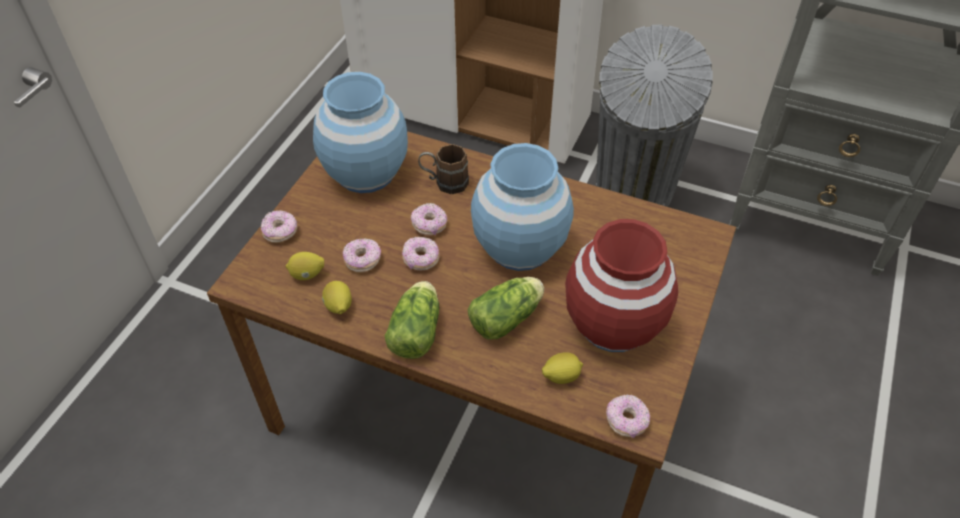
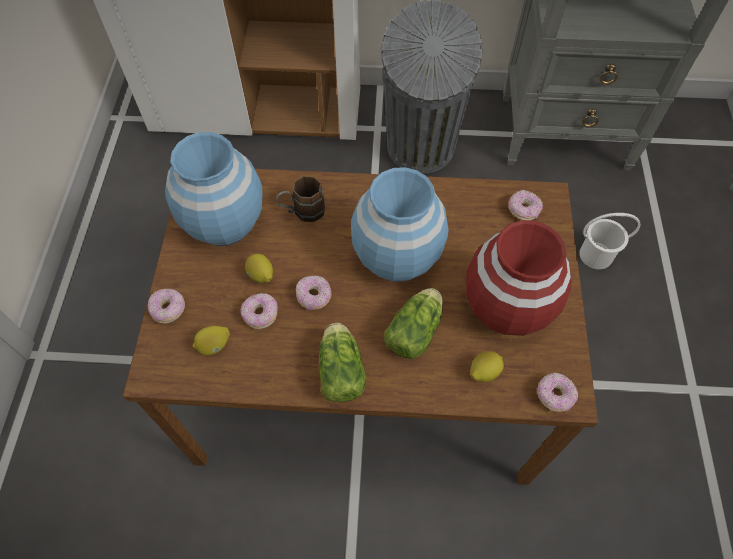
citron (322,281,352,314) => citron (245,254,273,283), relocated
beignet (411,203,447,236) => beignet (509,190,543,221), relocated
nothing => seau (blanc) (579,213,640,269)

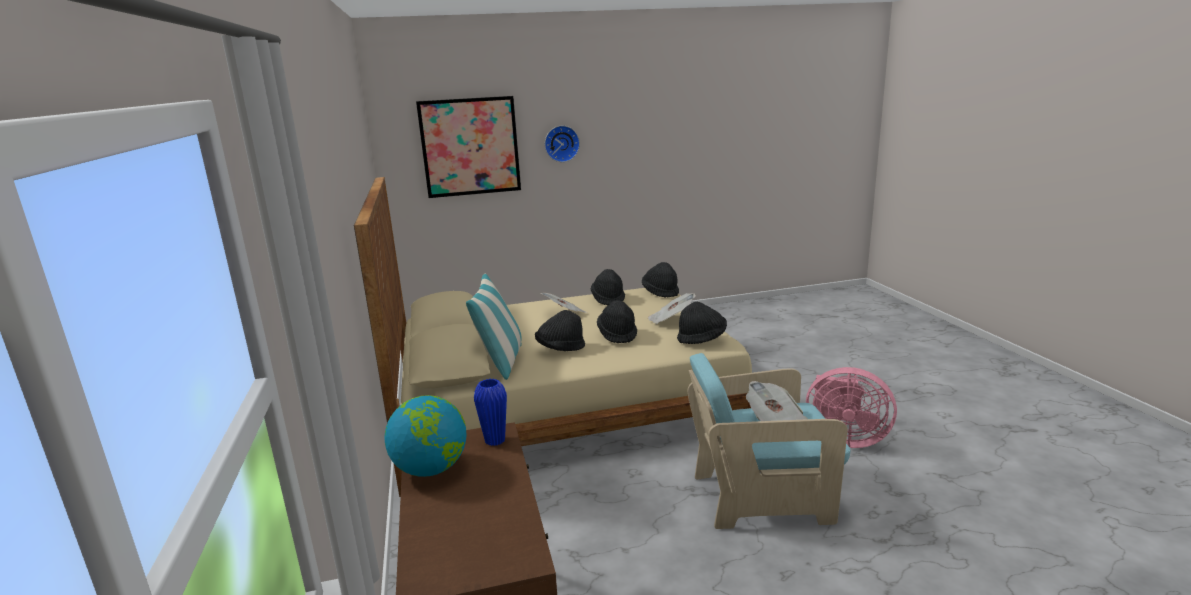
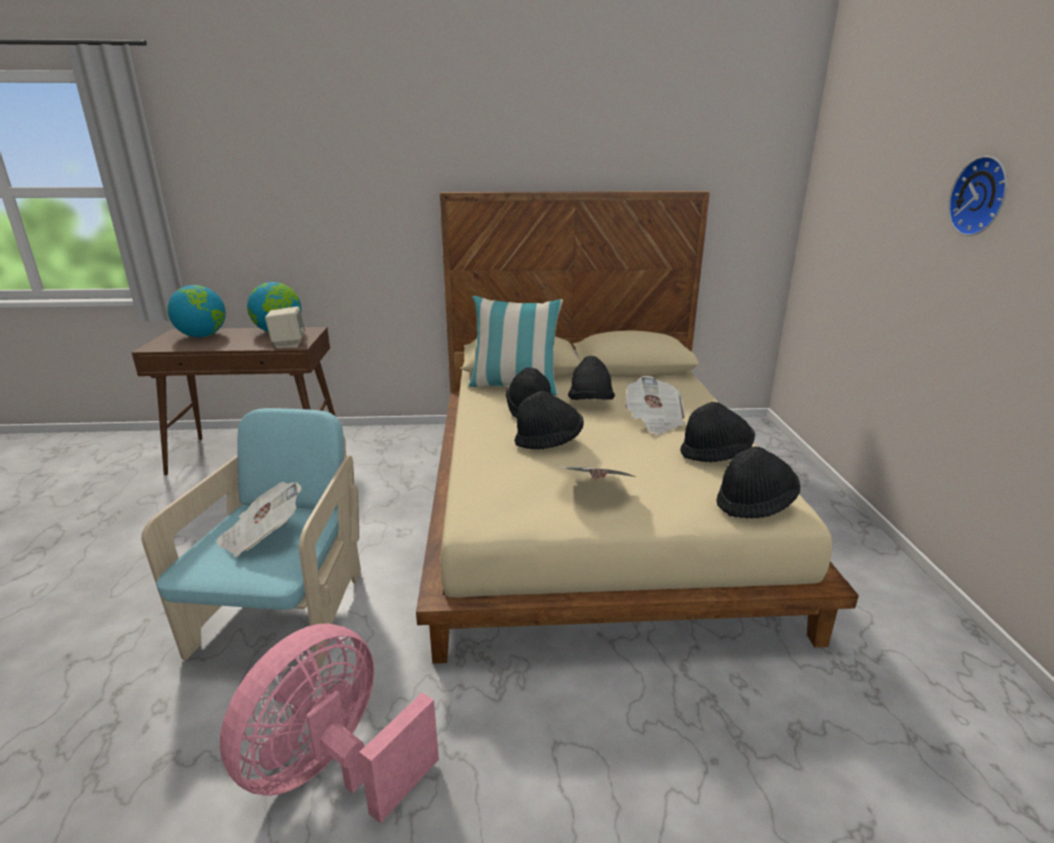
nothing => globe (167,285,226,337)
vase (bleu) (474,379,507,446) => enceinte (beige) (265,306,305,348)
chapeau (noir) (677,302,727,344) => chapeau (noir) (568,356,615,400), relocated
tableau (416,96,521,198) => nothing

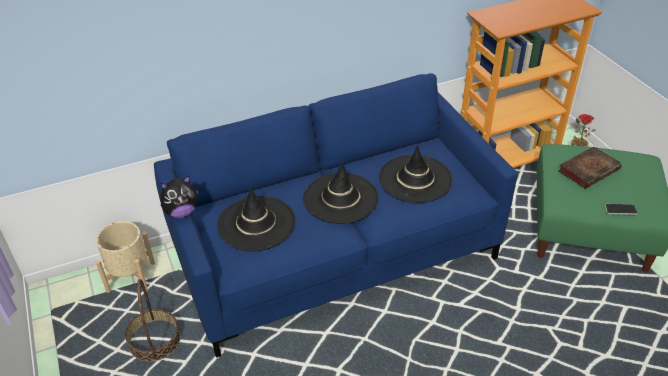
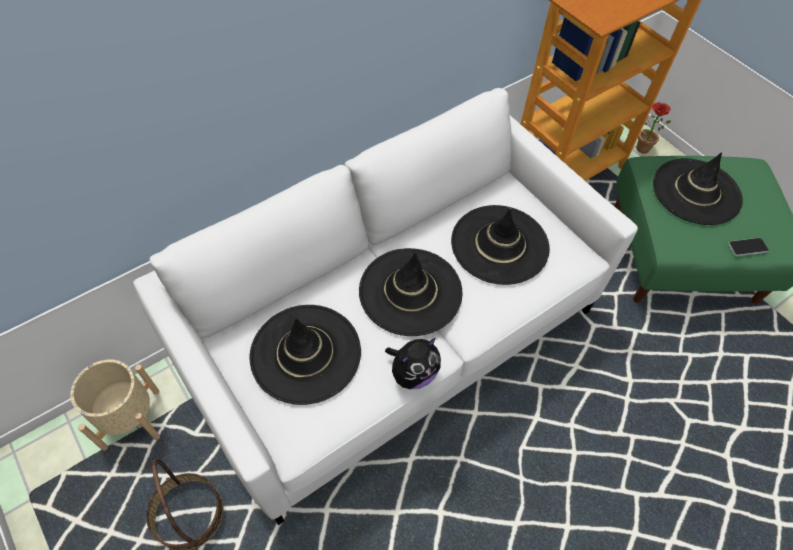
canapé (bleu) (154,73,518,358) => canapé (blanc) (133,88,638,525)
peluche (161,176,198,218) => peluche (385,338,441,389), relocated
livre (558,147,622,189) => chapeau (noir) (653,152,743,225)

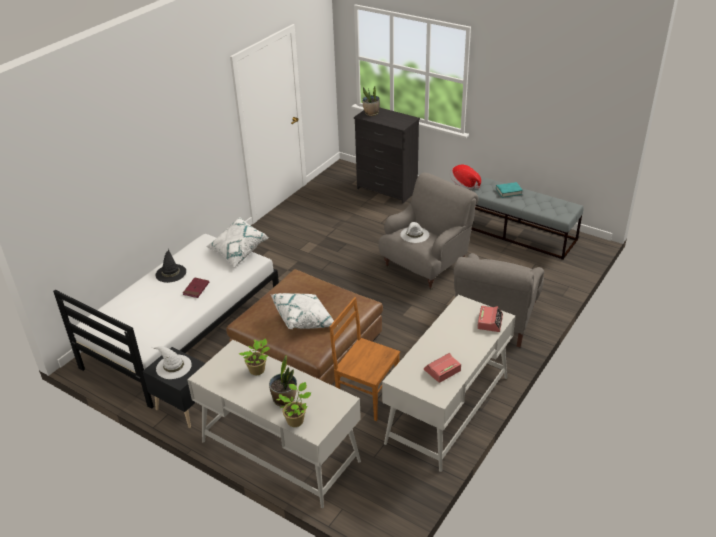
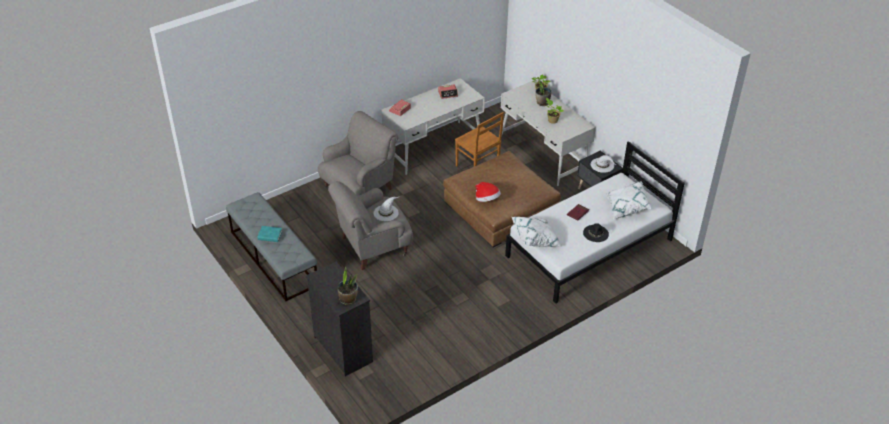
chapeau (450,164,481,190) => chapeau (475,182,501,202), relocated
coussin (blanc) (271,293,334,329) => coussin (blanc) (605,181,651,220), relocated

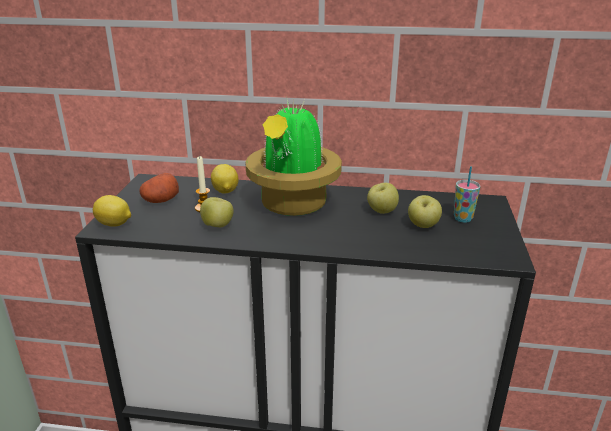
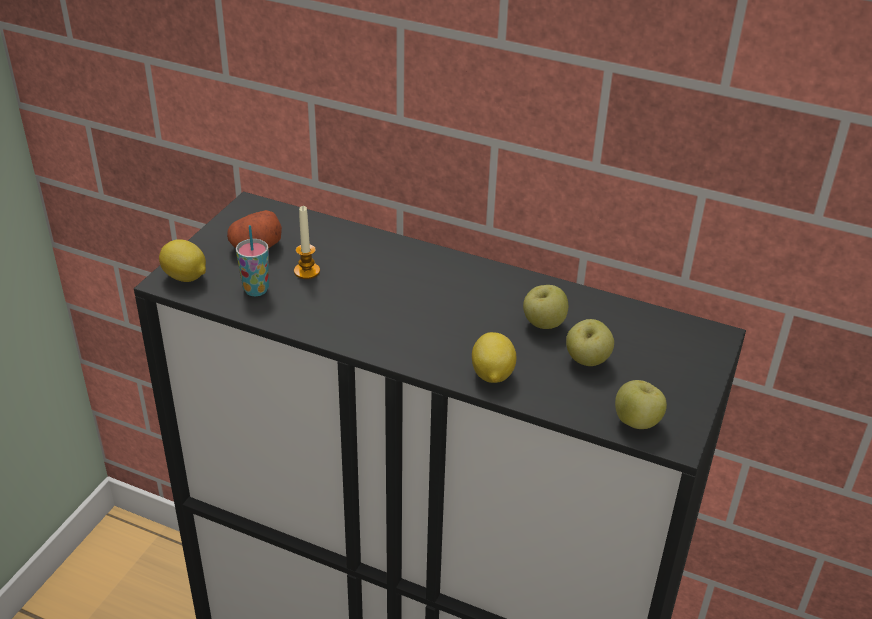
tasse (454,166,481,223) => tasse (236,225,269,296), relocated
citron (211,164,239,194) => citron (472,332,516,383), relocated
pomme (200,197,234,227) => pomme (615,380,667,429), relocated
plante en pot (245,100,342,216) => nothing

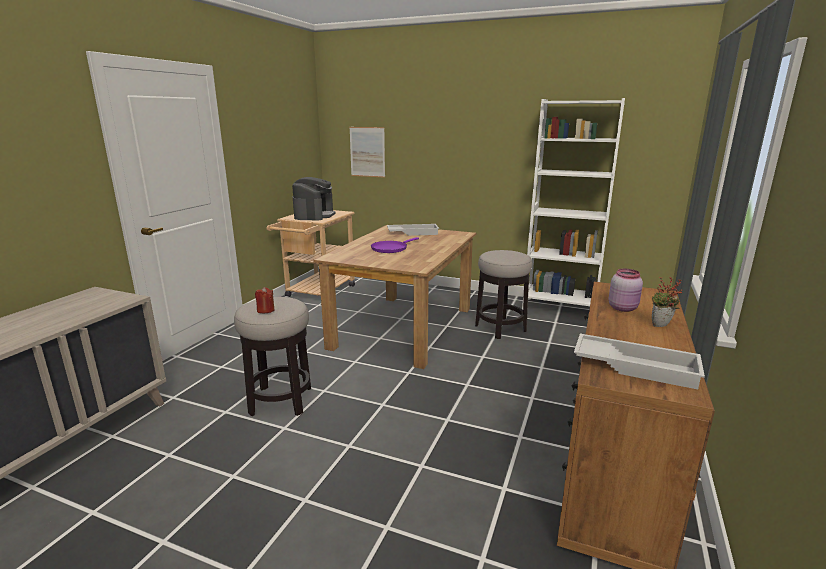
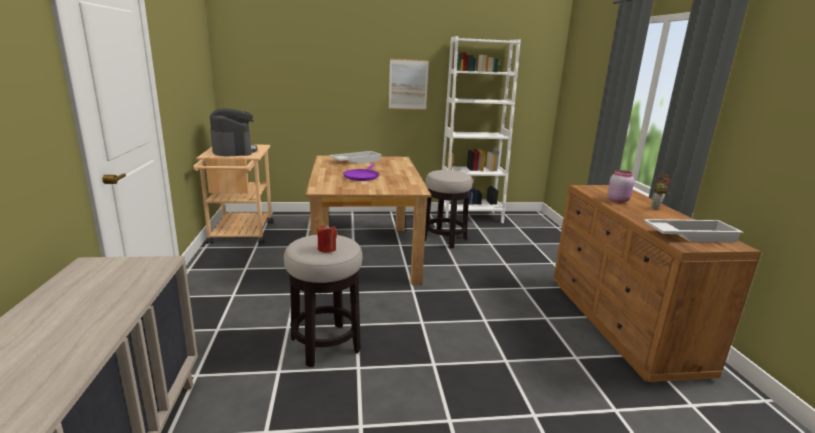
tableau (349,127,385,178) => tableau (389,58,429,110), relocated

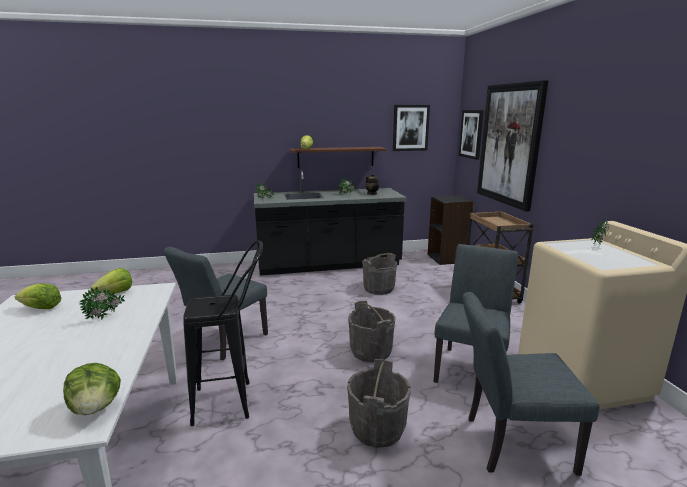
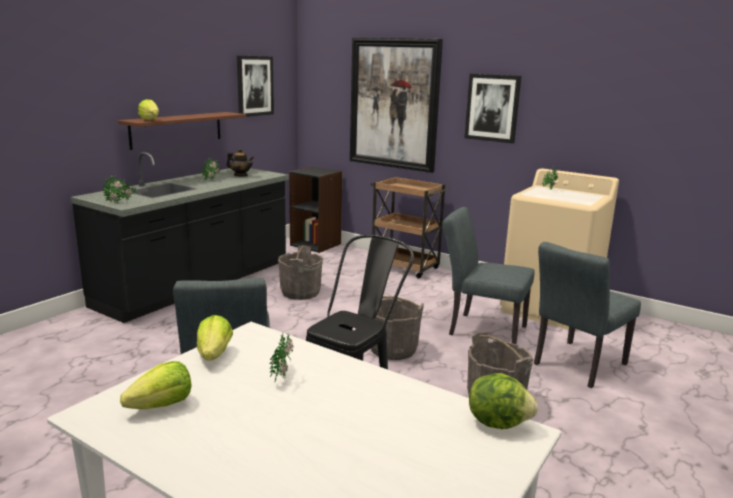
chaise (gris) (434,244,518,383) => chaise (gris) (443,207,535,344), 45 degrees counterclockwise
tableau (459,110,484,160) => tableau (464,74,521,143), relocated

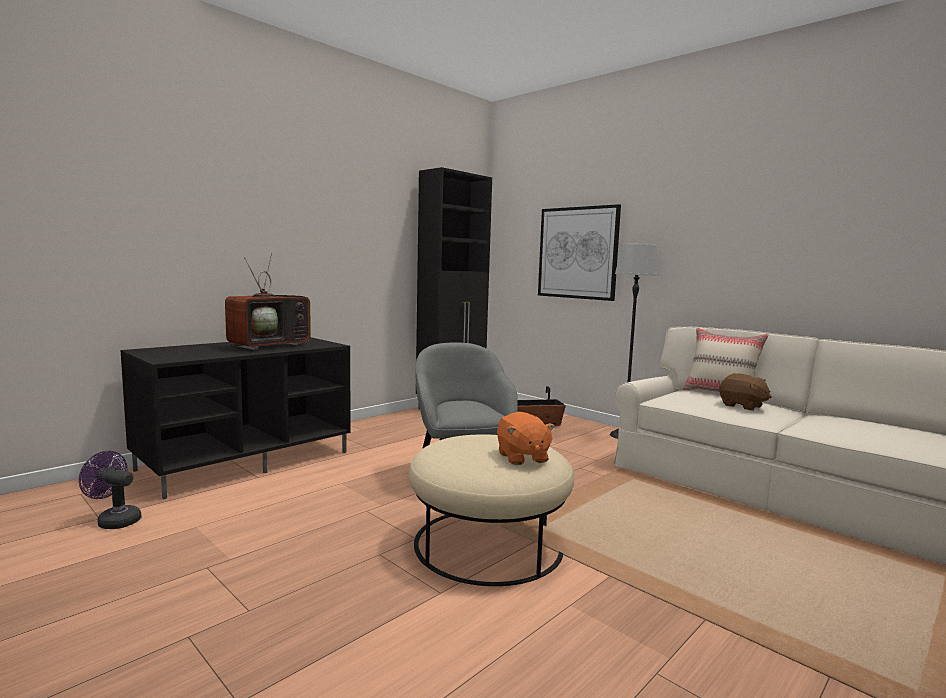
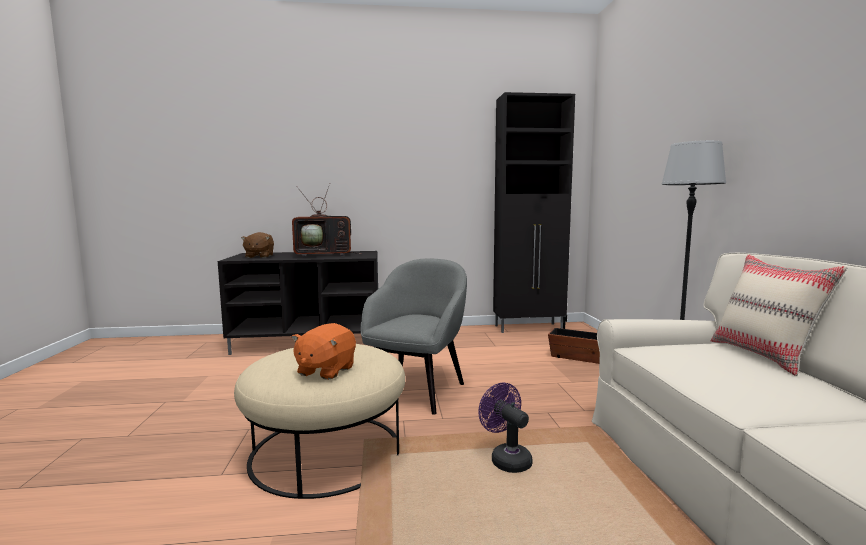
peluche (marron) (719,373,772,411) => peluche (marron) (241,232,274,258), relocated
ventilateur (violet) (79,451,141,529) => ventilateur (violet) (478,383,532,473), relocated
tableau (538,204,621,301) => nothing

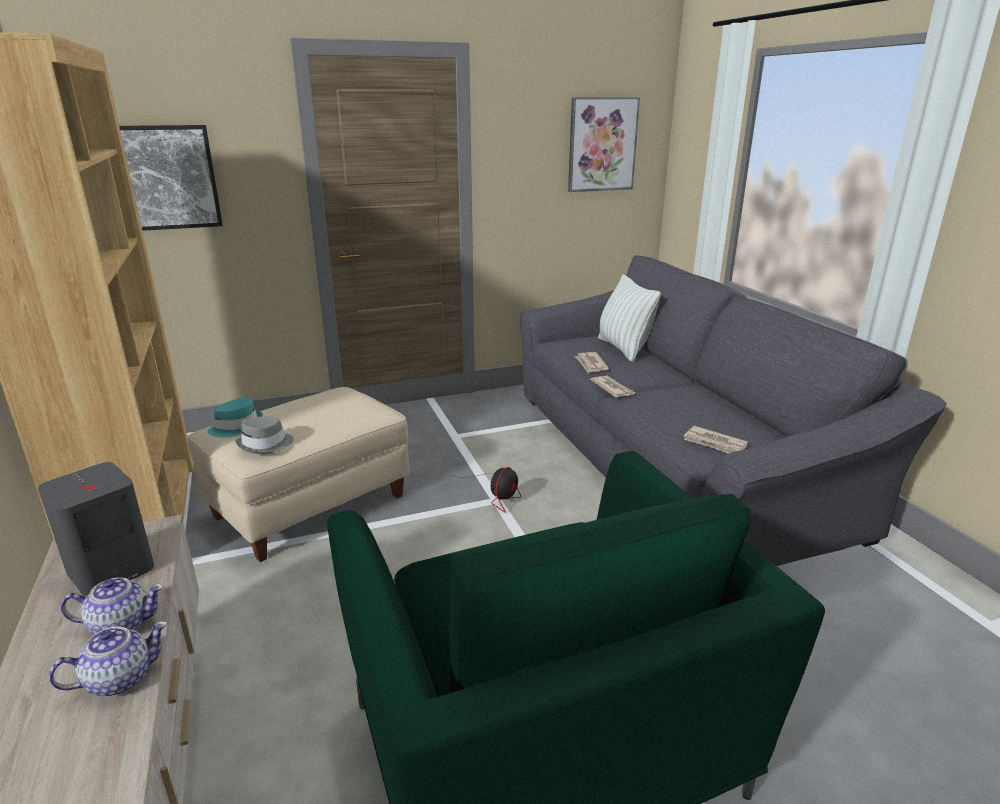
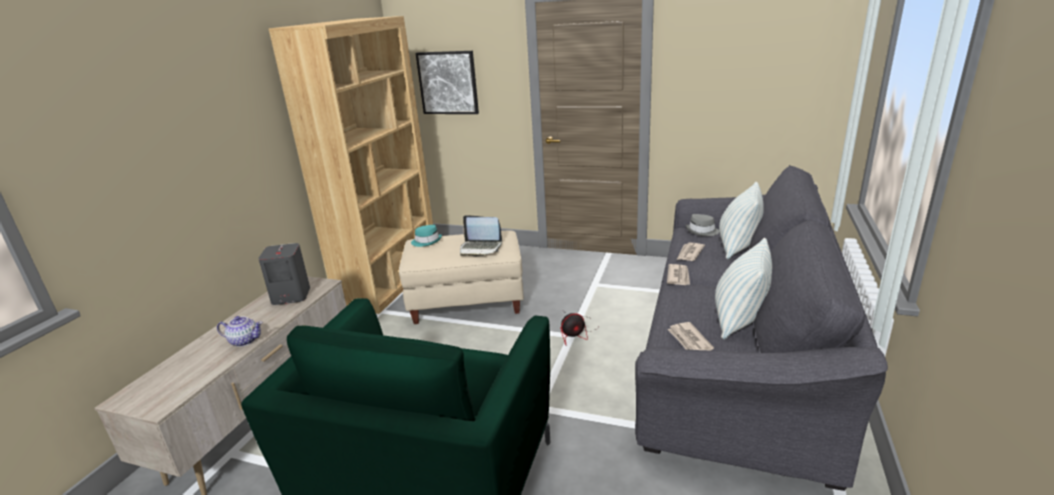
nothing => ordinateur portable (460,215,502,256)
chapeau (gris) (235,416,293,454) => chapeau (gris) (686,214,720,236), relocated
nothing => coussin (715,238,772,340)
théière (61,577,164,635) => nothing
tableau (568,97,640,192) => nothing

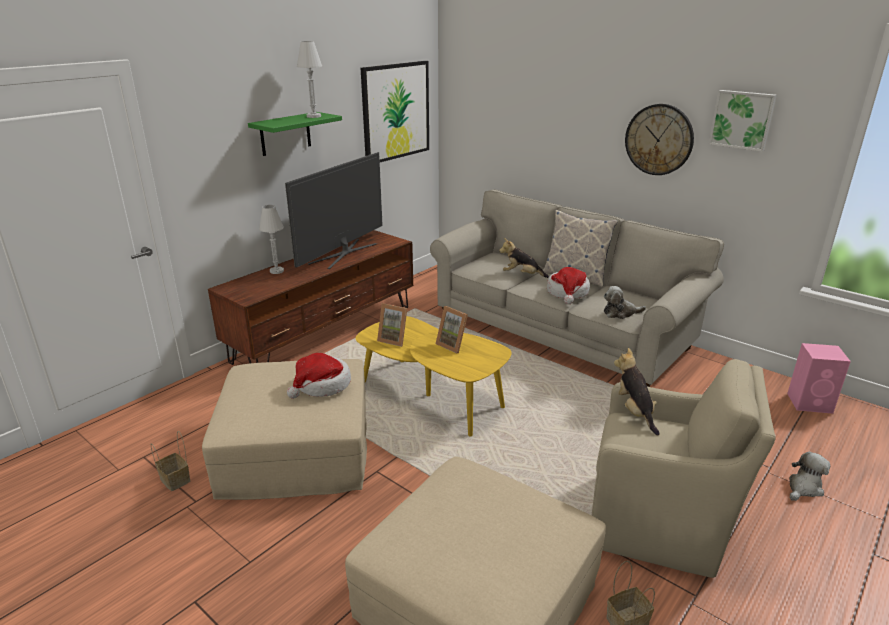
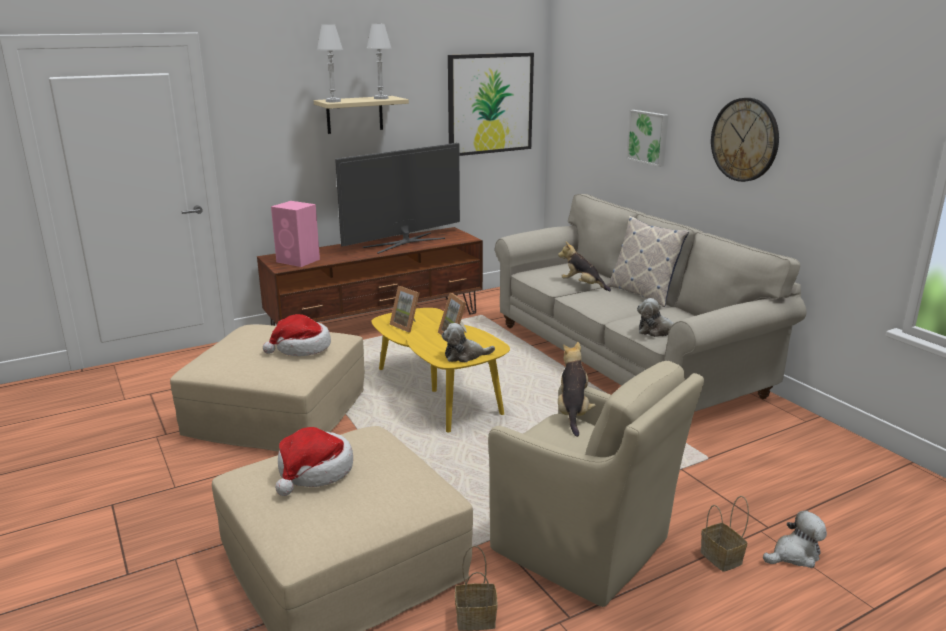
enceinte (rose) (787,343,851,414) => enceinte (rose) (271,201,320,267), relocated
chapeau (547,267,590,304) => chapeau (275,427,353,496), relocated
étagère (vert) (248,112,342,156) => étagère (beige) (314,96,409,134)
lampe de table (blanc) (259,205,284,274) => lampe de table (blanc) (317,24,343,102), relocated
nothing => peluche (442,323,495,362)
tableau (709,90,777,152) => tableau (626,110,669,167), relocated
panier (150,431,190,491) => panier (701,496,749,572), relocated

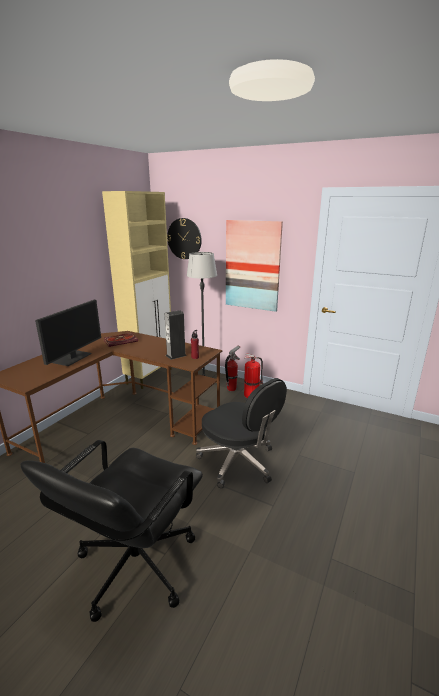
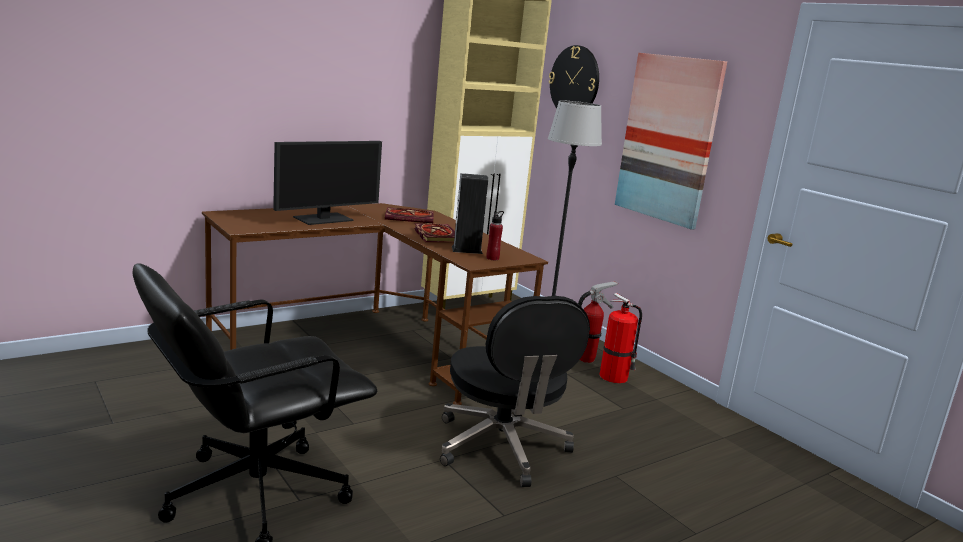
nothing => livre (414,223,455,242)

